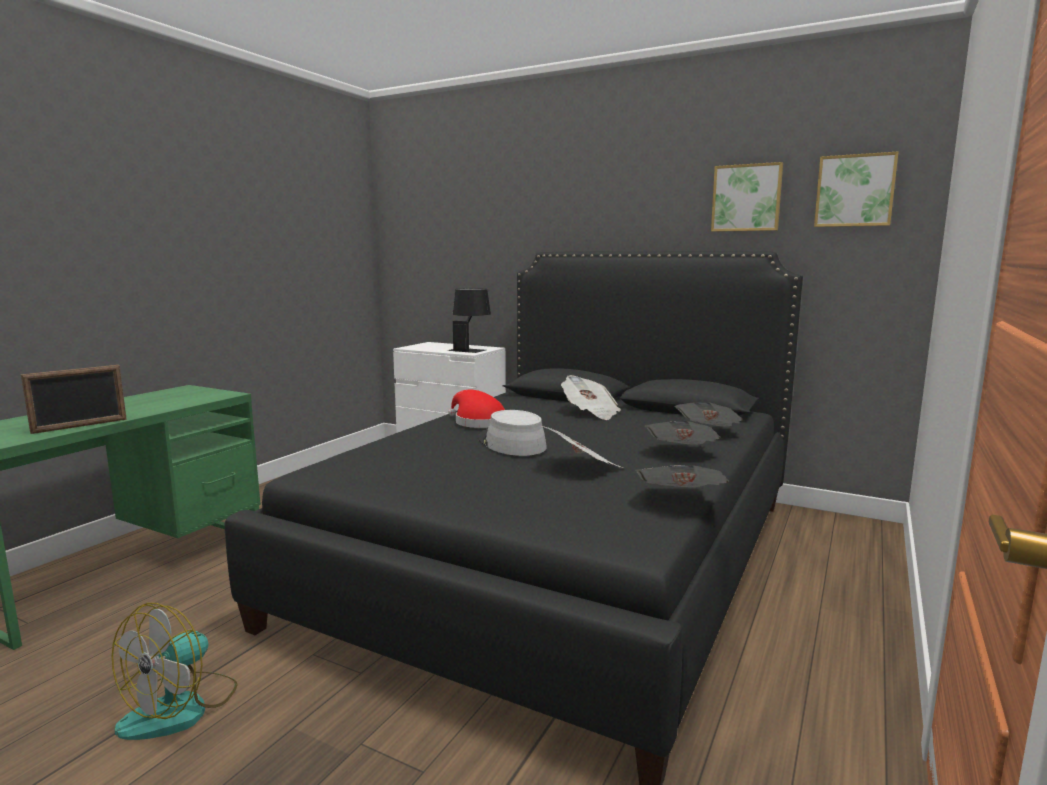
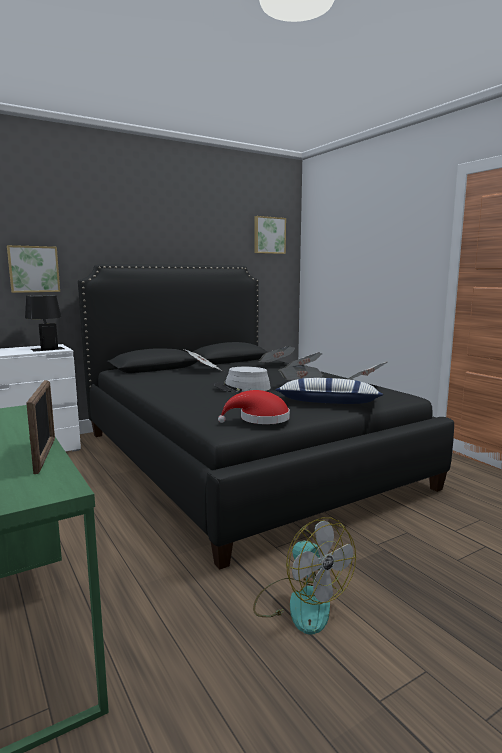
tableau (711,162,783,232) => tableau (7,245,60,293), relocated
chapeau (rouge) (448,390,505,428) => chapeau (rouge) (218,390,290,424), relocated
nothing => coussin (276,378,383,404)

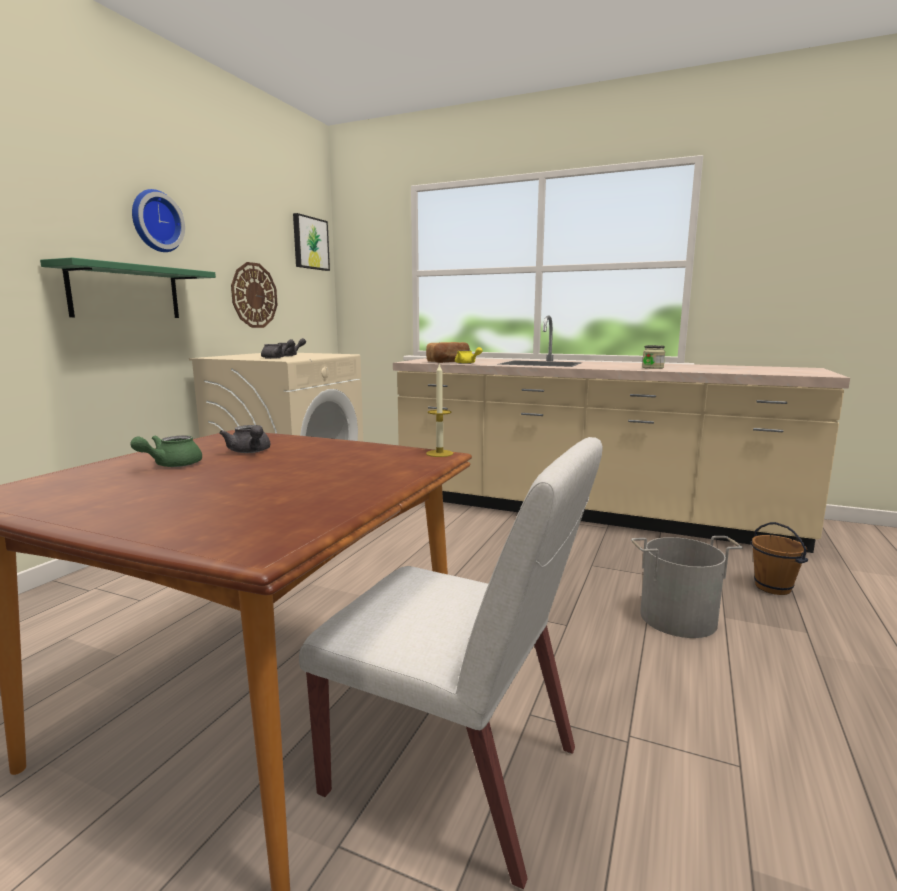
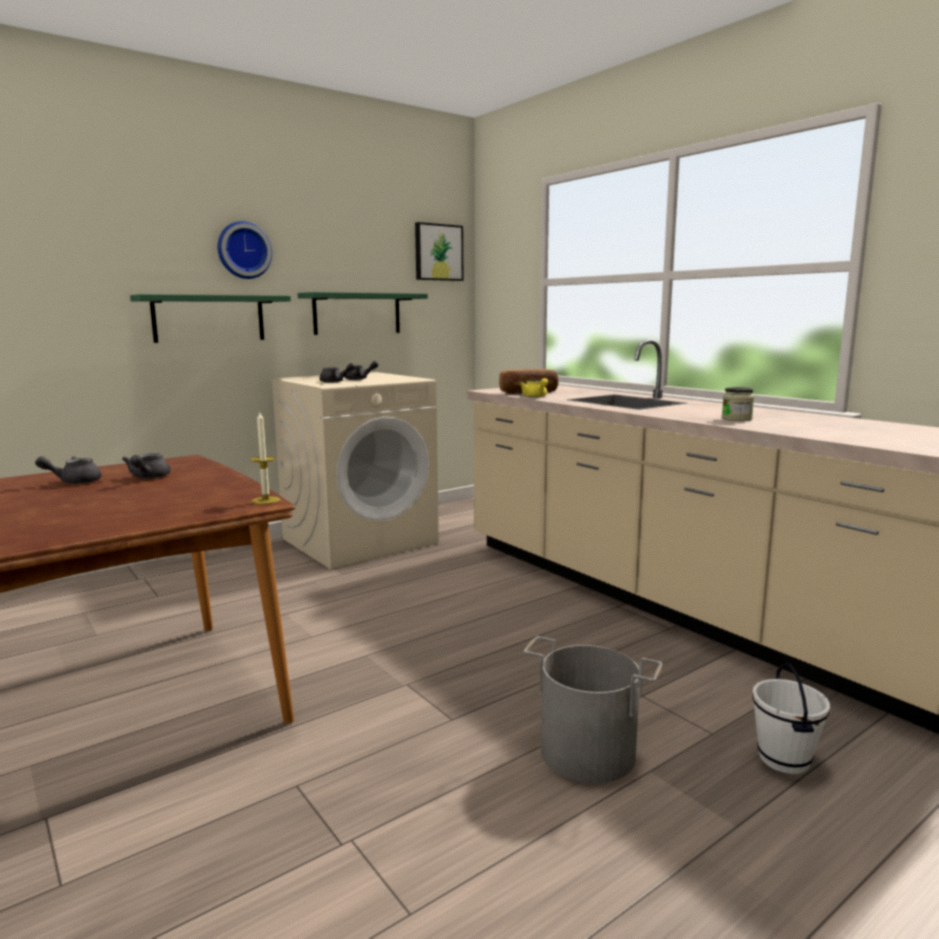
théière (vert) (130,435,202,467) => théière (gris) (35,456,101,484)
horloge murale (231,262,278,328) => étagère (vert) (298,292,428,335)
seau (marron) (750,522,808,595) => seau (blanc) (752,663,830,774)
chaise (blanc) (299,437,603,889) => nothing

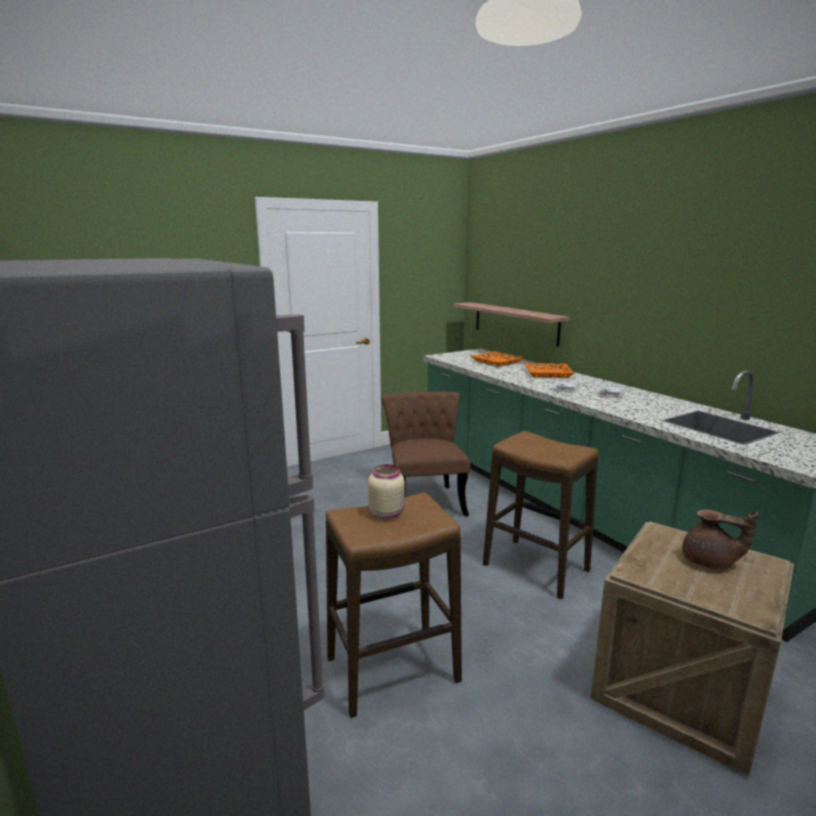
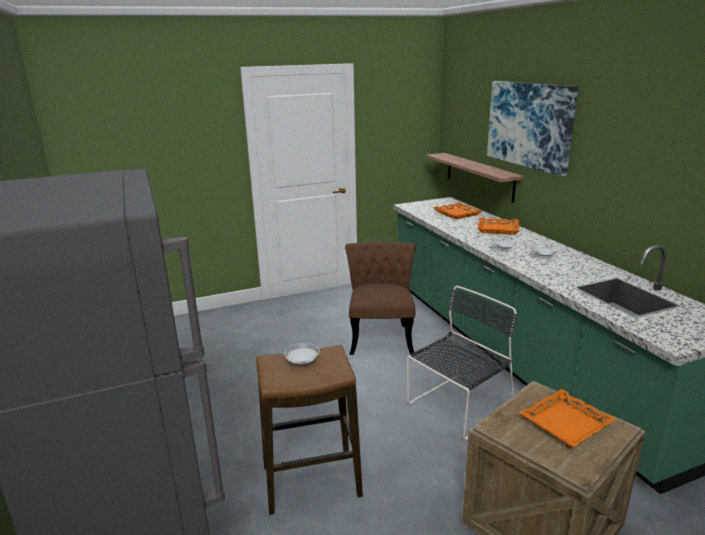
bocal (beige) (368,464,405,519) => assiette (blanc) (284,343,320,364)
tabouret (483,431,598,599) => chaise (noir) (407,286,517,440)
nothing => tableau (487,81,578,176)
théière (marron) (682,510,758,569) => plateau (orange) (519,389,617,447)

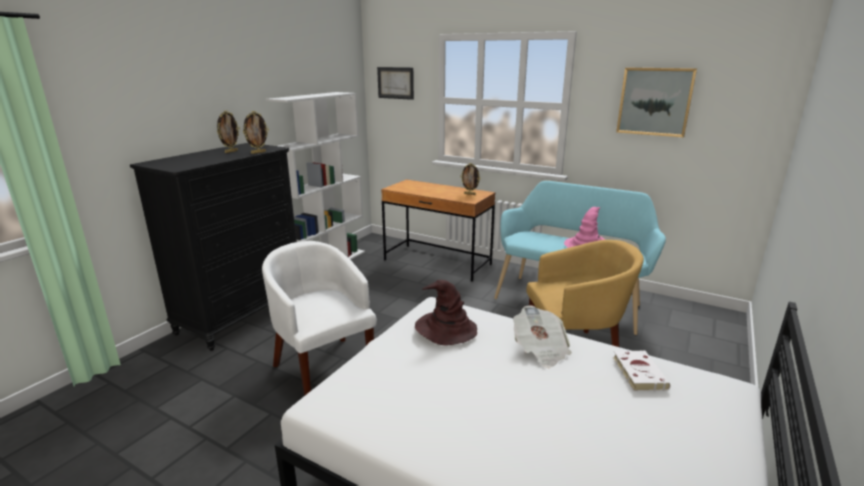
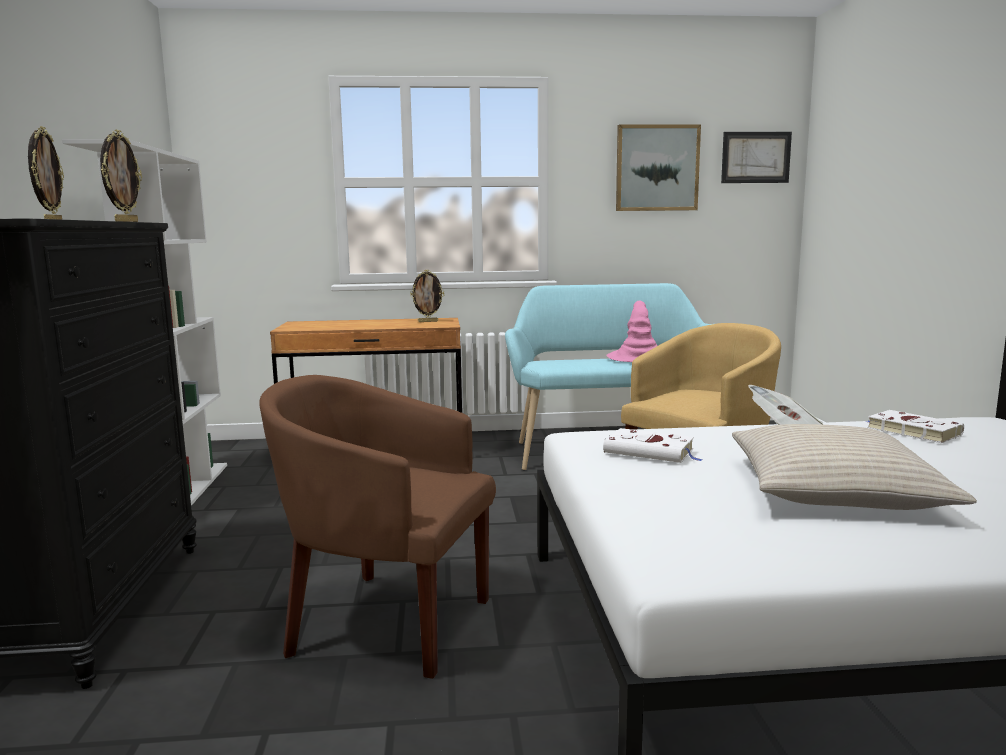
fauteuil (blanc) (262,241,377,396) => fauteuil (marron) (259,375,496,679)
chapeau (marron) (415,280,477,345) => livre (blanc) (603,428,703,463)
tableau (377,67,414,100) => tableau (721,132,792,183), relocated
nothing => coussin (beige) (732,424,977,510)

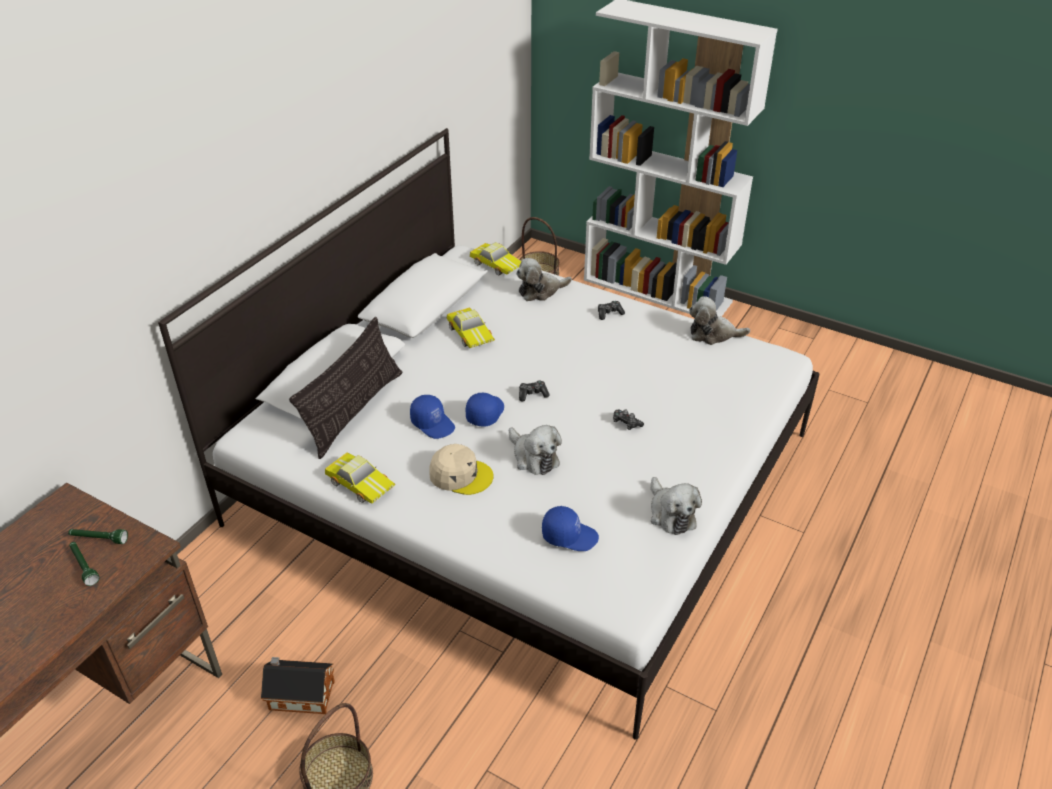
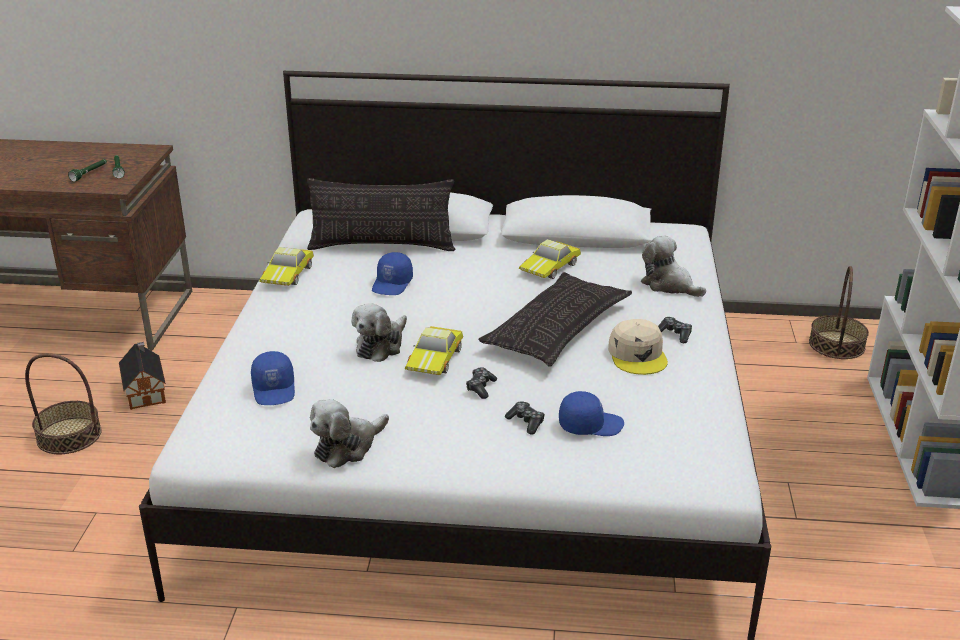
petite voiture (470,242,521,275) => petite voiture (405,326,463,375), relocated
nothing => coussin (478,272,632,367)
manette (519,380,550,401) => manette (505,401,545,435), relocated
casquette (bleu) (466,393,504,426) => casquette (bleu) (559,391,624,436), relocated
casquette (beige) (429,444,494,495) => casquette (beige) (608,319,668,375), relocated
peluche (689,296,750,345) => nothing

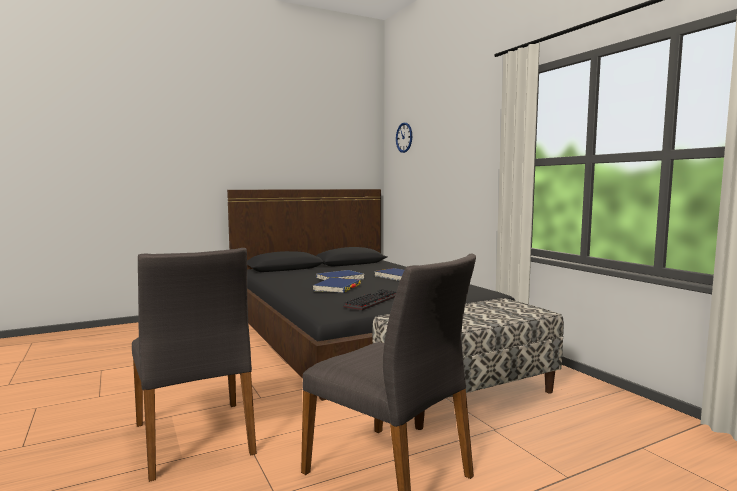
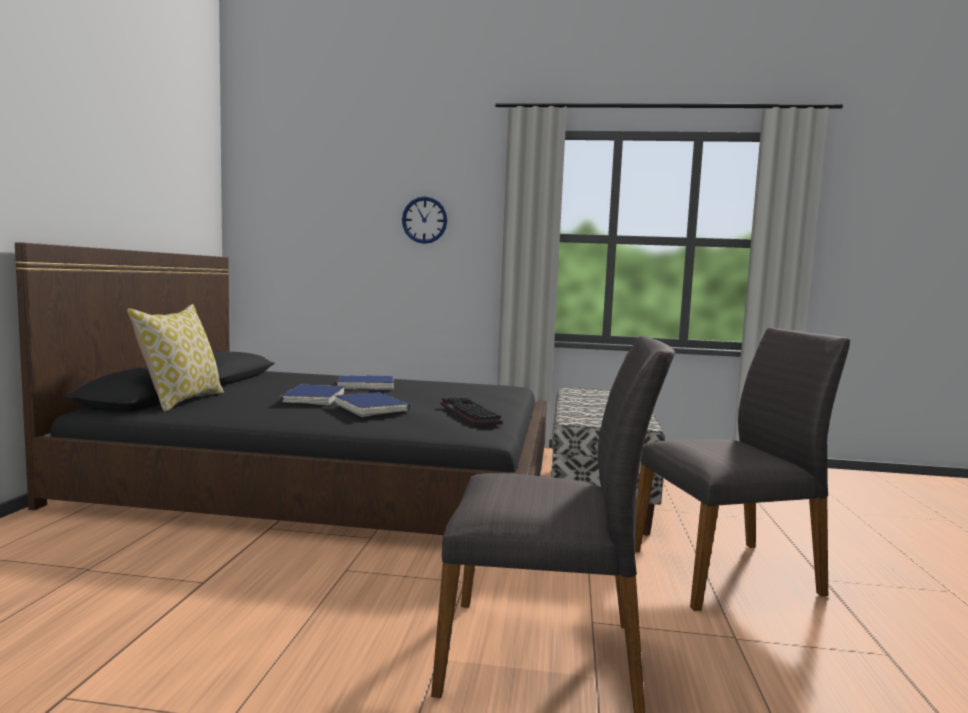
nothing => coussin (127,304,224,412)
horloge murale (396,122,412,153) => horloge murale (402,197,447,244), relocated

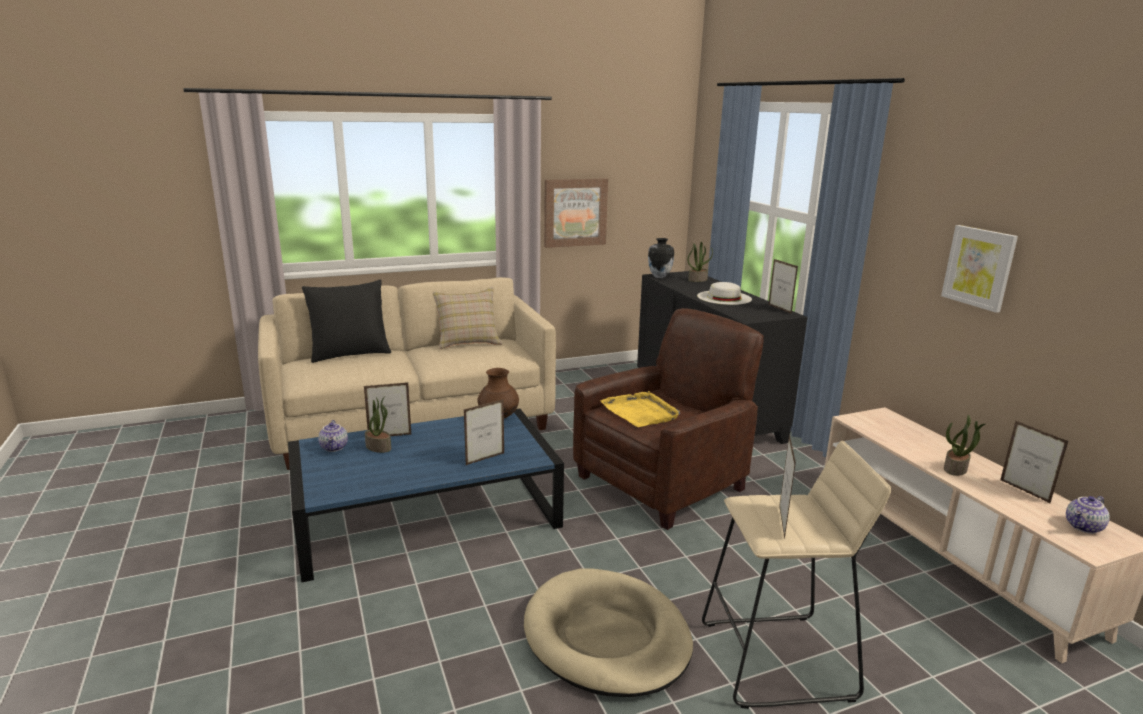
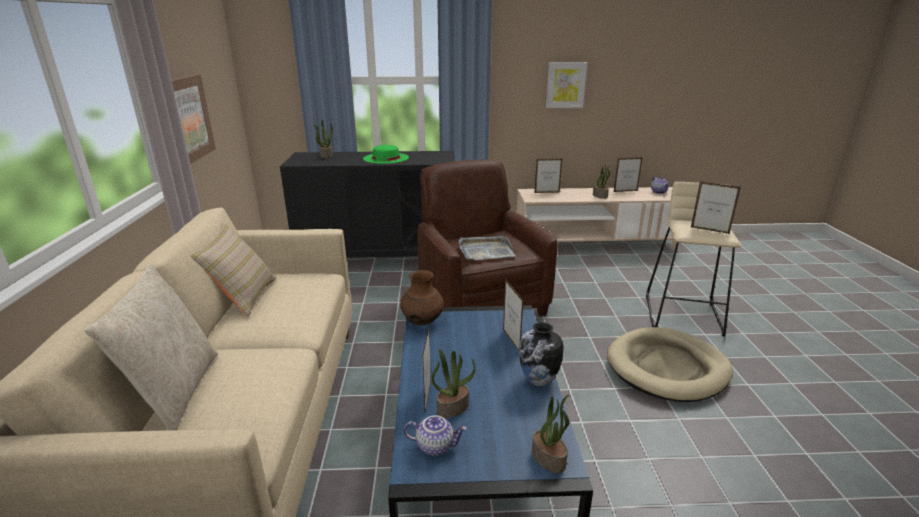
coussin (noir) (302,280,391,363) => coussin (beige) (84,264,218,430)
chapeau (blanc) (697,282,752,305) => chapeau (vert) (363,145,409,164)
plateau (jaune) (601,391,680,427) => plateau (gris) (458,236,516,260)
vase (648,238,674,278) => vase (519,322,564,386), relocated
nothing => plante en pot (532,394,569,473)
cadre photo (769,259,798,314) => cadre photo (534,159,562,193), relocated

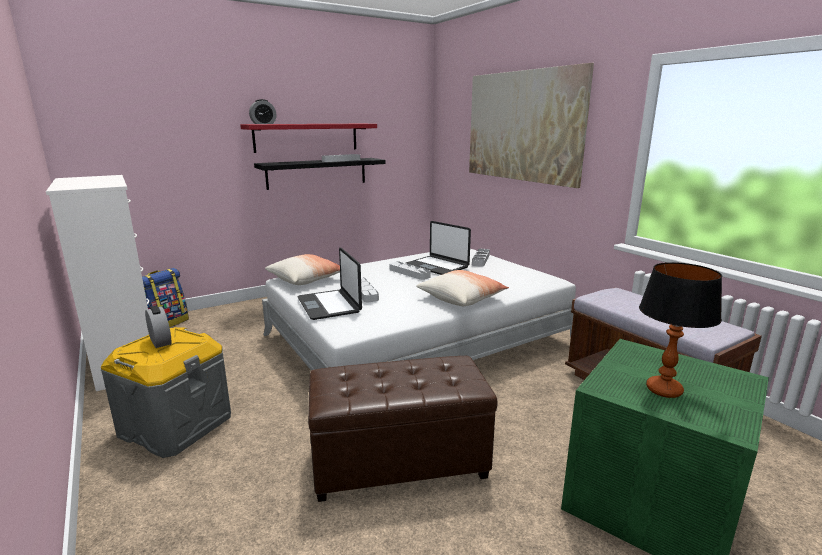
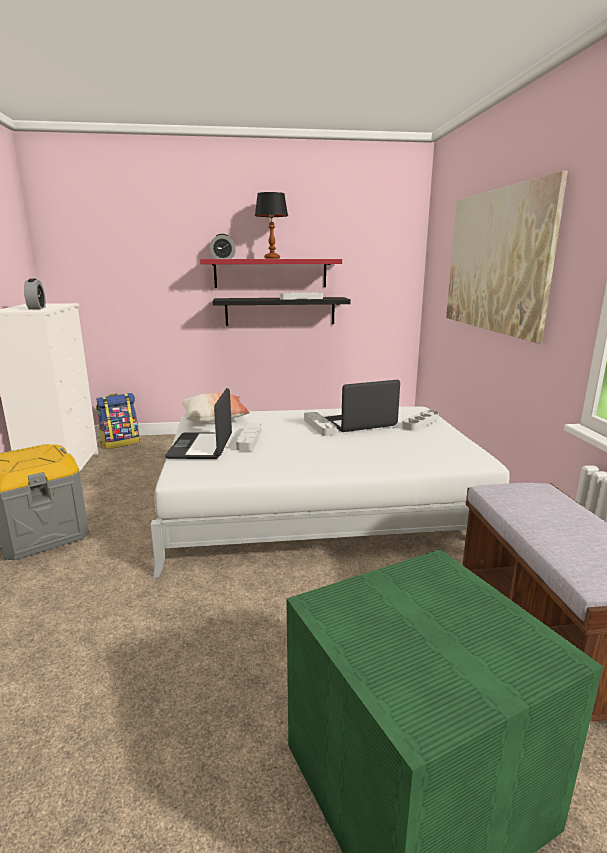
réveil (145,306,171,348) => réveil (24,279,46,309), relocated
lampe de table (639,262,722,398) => lampe de table (255,192,288,259), relocated
ordinateur portable (406,221,471,275) => ordinateur portable (325,380,400,432), 90 degrees clockwise
pouf (marron) (308,356,498,502) => nothing
coussin (416,270,509,306) => nothing

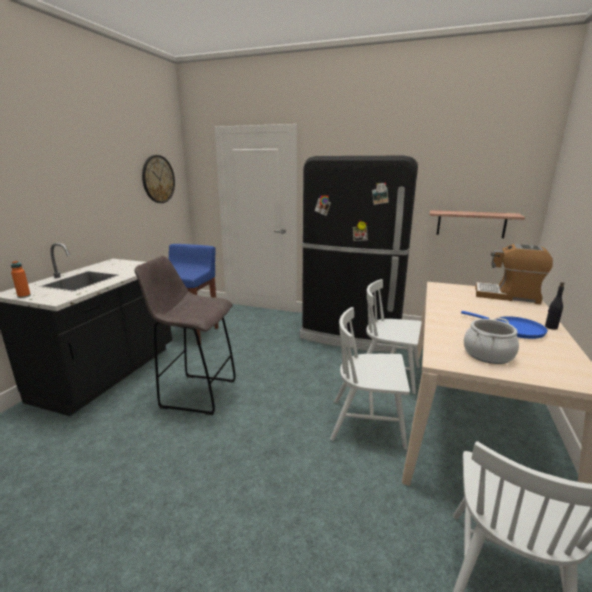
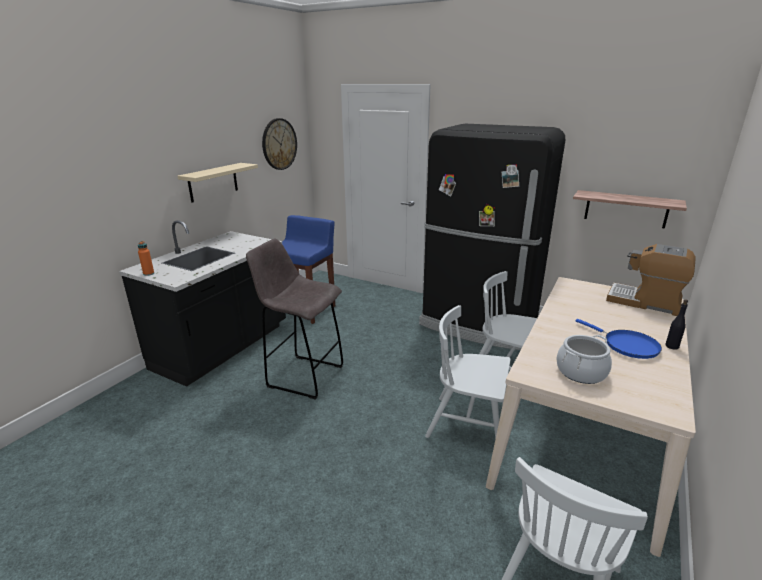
nothing => étagère (beige) (177,163,258,203)

